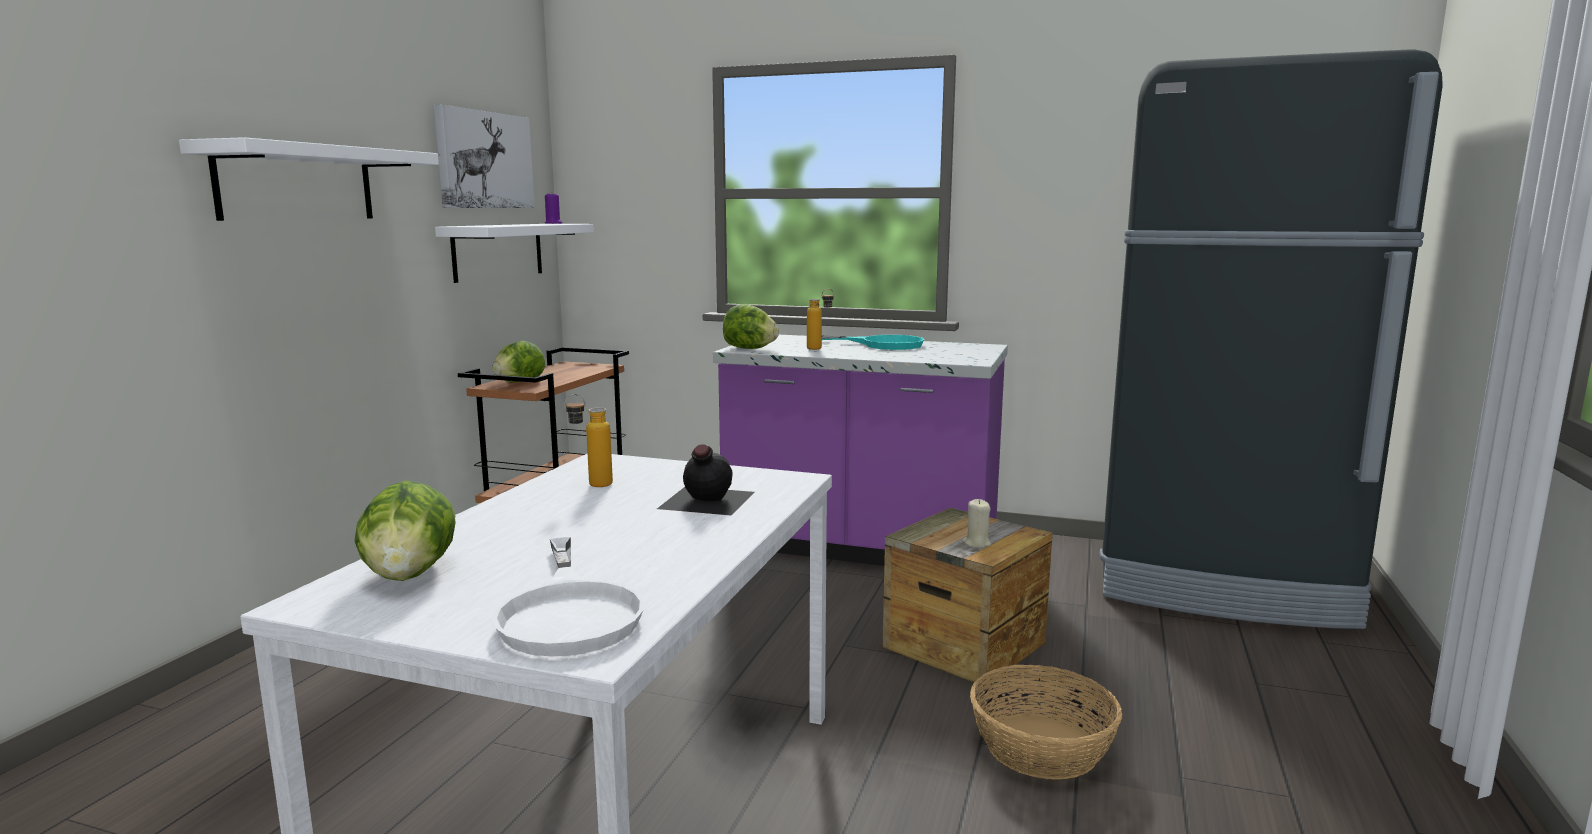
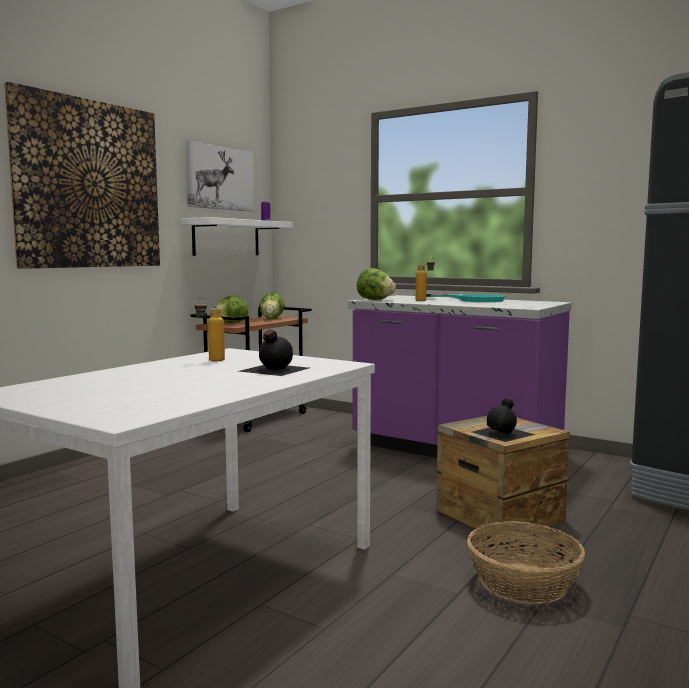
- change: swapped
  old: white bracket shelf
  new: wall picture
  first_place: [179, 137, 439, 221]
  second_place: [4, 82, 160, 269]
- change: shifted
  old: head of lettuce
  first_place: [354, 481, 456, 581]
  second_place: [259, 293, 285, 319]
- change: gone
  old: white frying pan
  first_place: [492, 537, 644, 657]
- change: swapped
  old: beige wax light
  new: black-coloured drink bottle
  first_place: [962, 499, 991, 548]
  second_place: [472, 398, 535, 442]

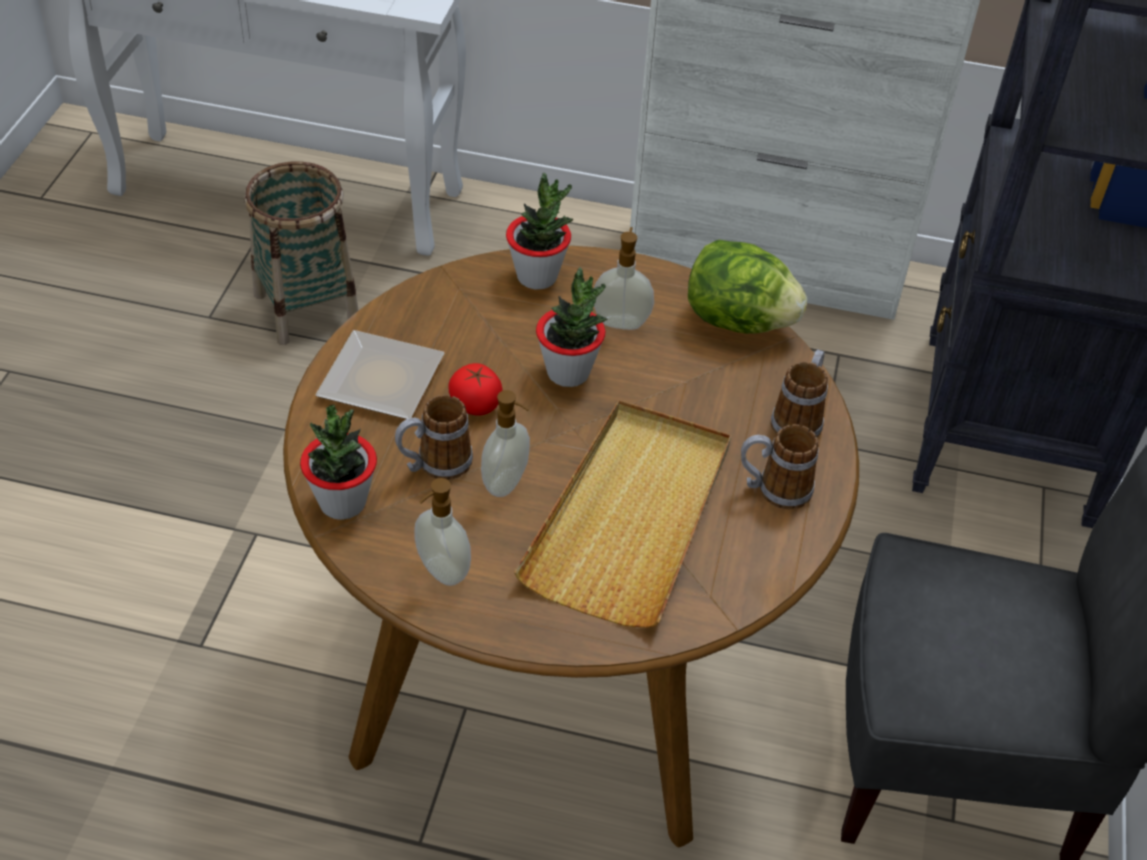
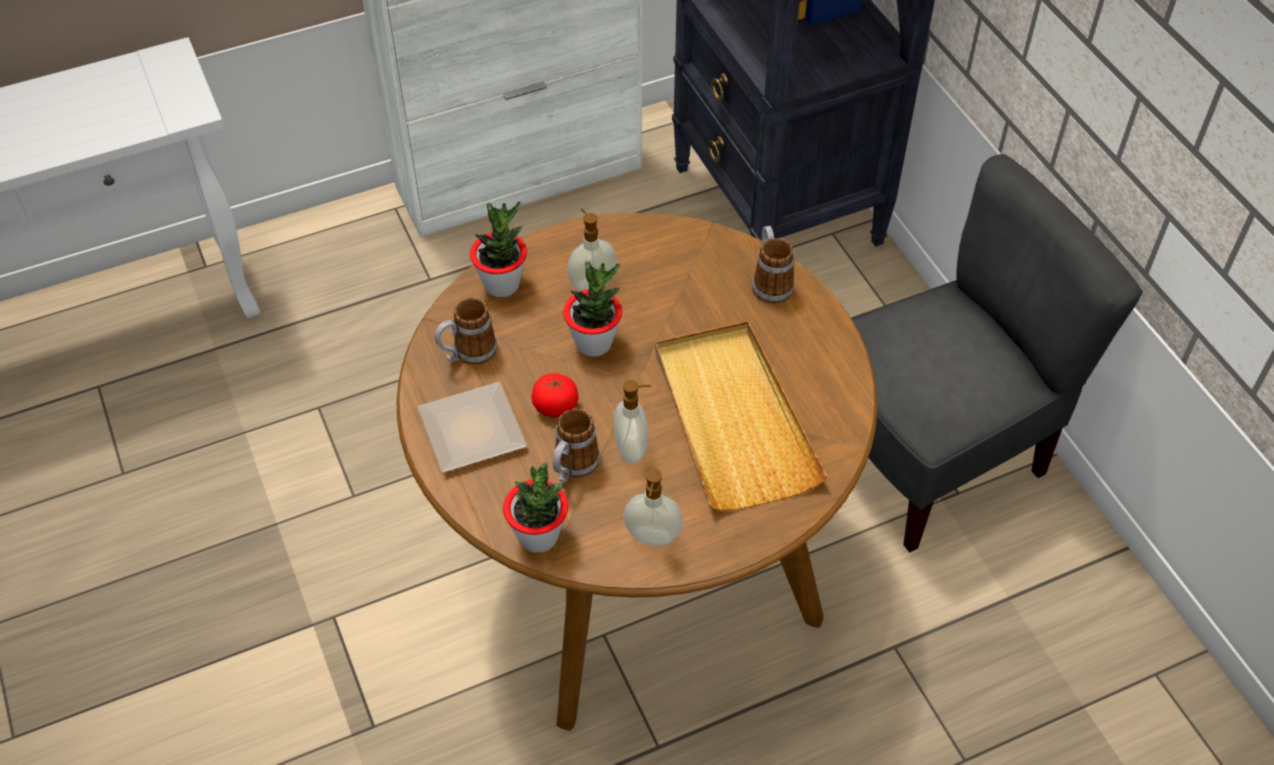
- change: gone
  old: basket
  first_place: [245, 161, 359, 345]
- change: gone
  old: head of lettuce
  first_place: [688, 240, 807, 334]
- change: shifted
  old: tea mug
  first_place: [741, 424, 819, 509]
  second_place: [435, 298, 497, 365]

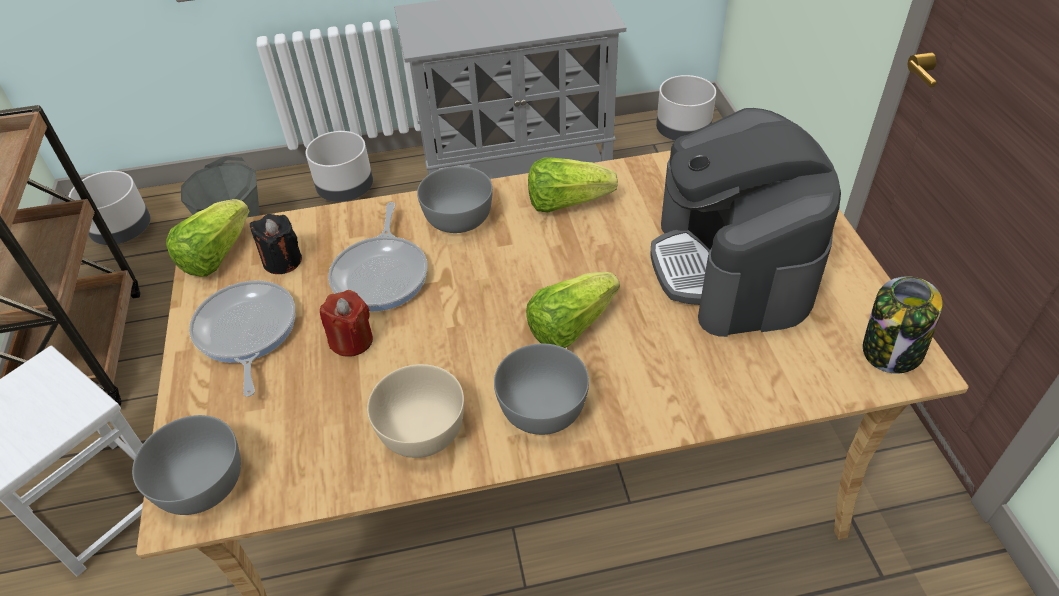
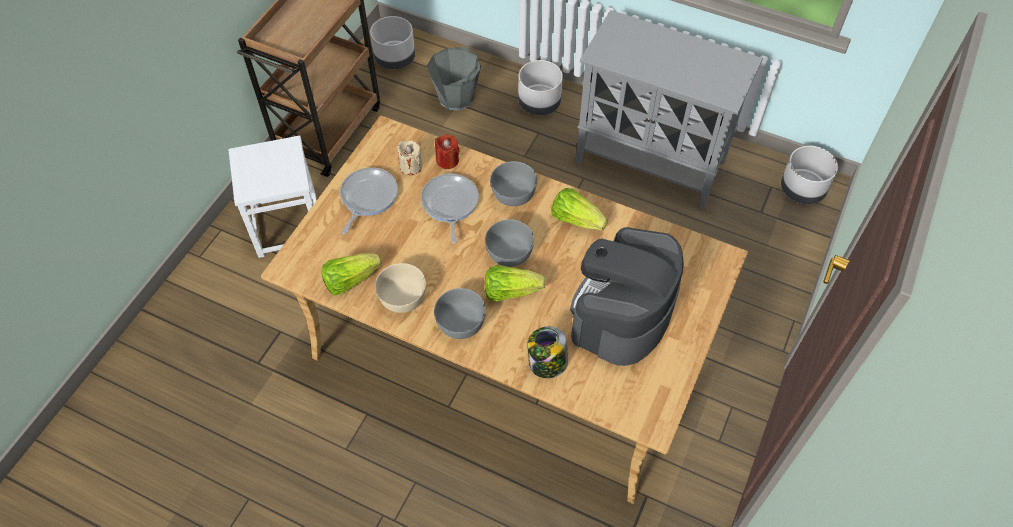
- change: shifted
  old: grey serving bowl
  first_place: [132, 415, 241, 515]
  second_place: [485, 219, 534, 267]
- change: shifted
  old: head of lettuce
  first_place: [166, 199, 249, 277]
  second_place: [322, 253, 382, 296]
- change: repainted
  old: black-coloured wax light
  new: beige wax light
  first_place: [250, 214, 302, 274]
  second_place: [397, 140, 422, 175]
- change: shifted
  old: reddish wax light
  first_place: [320, 290, 373, 357]
  second_place: [435, 134, 460, 169]
- change: rotated
  old: frying pan
  first_place: [328, 202, 428, 312]
  second_place: [421, 174, 479, 243]
  degrees: 135
- change: shifted
  old: preserve jar
  first_place: [863, 276, 943, 374]
  second_place: [527, 327, 568, 378]

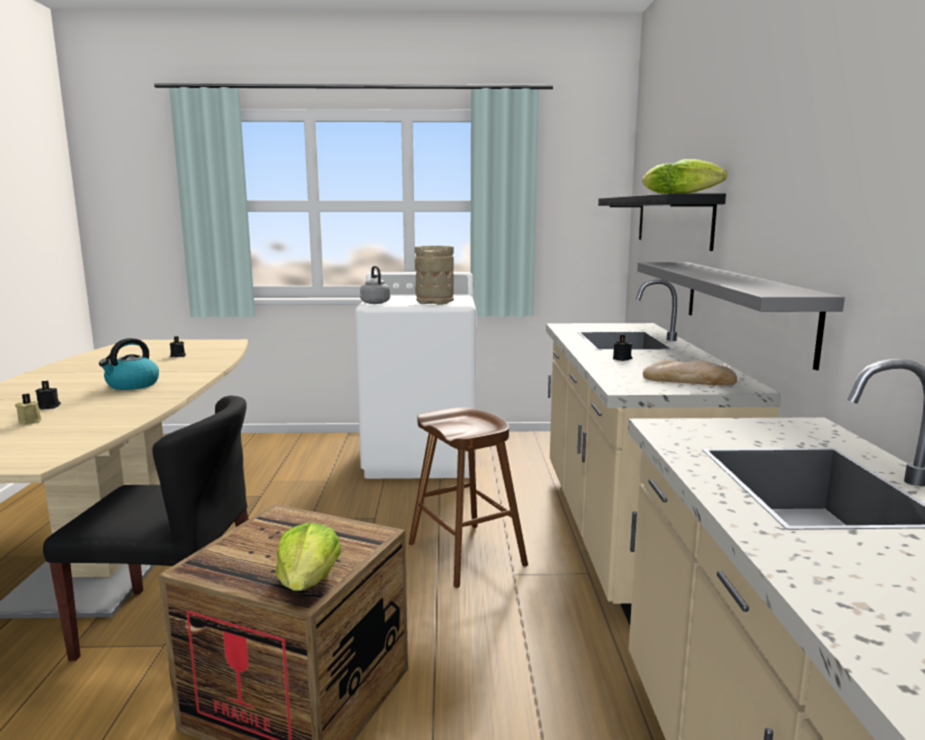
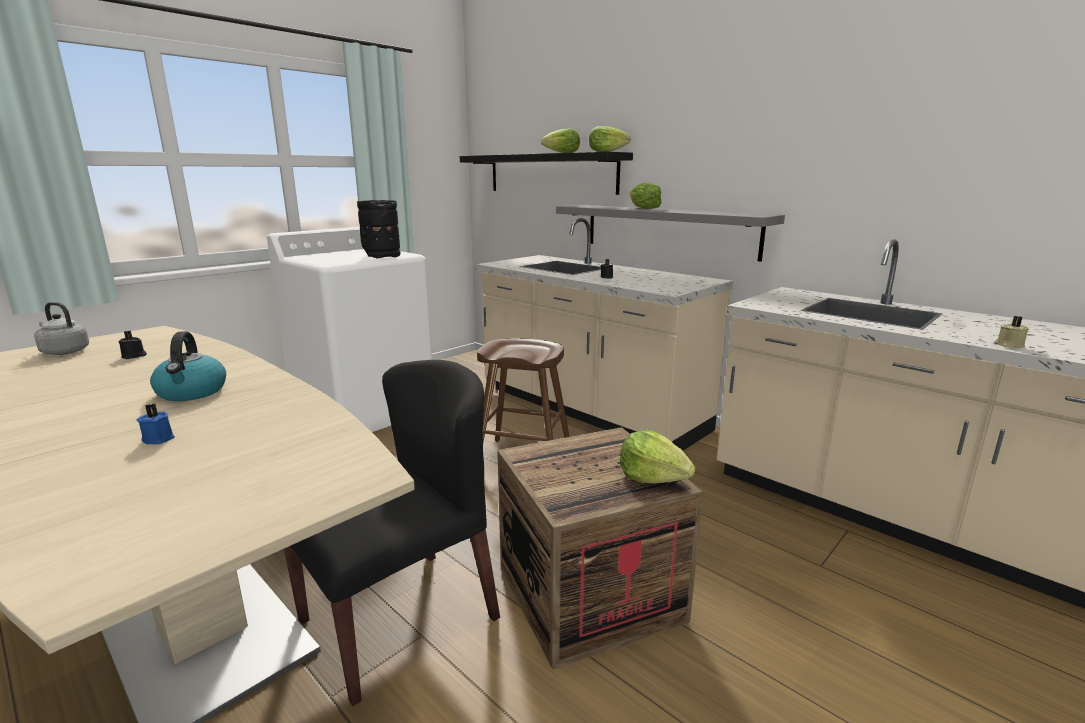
- change: shifted
  old: beige wax light
  first_place: [15, 393, 41, 425]
  second_place: [994, 316, 1029, 348]
- change: repainted
  old: black-coloured wax light
  new: blue-coloured wax light
  first_place: [35, 380, 61, 409]
  second_place: [137, 403, 175, 444]
- change: shifted
  old: grey water kettle
  first_place: [360, 266, 390, 304]
  second_place: [34, 302, 89, 355]
- change: repainted
  old: beige flower vase
  new: black-coloured flower vase
  first_place: [415, 246, 454, 305]
  second_place: [357, 200, 401, 258]
- change: gone
  old: baked bread
  first_place: [643, 360, 737, 385]
- change: new
  new: head of lettuce
  second_place: [630, 183, 662, 209]

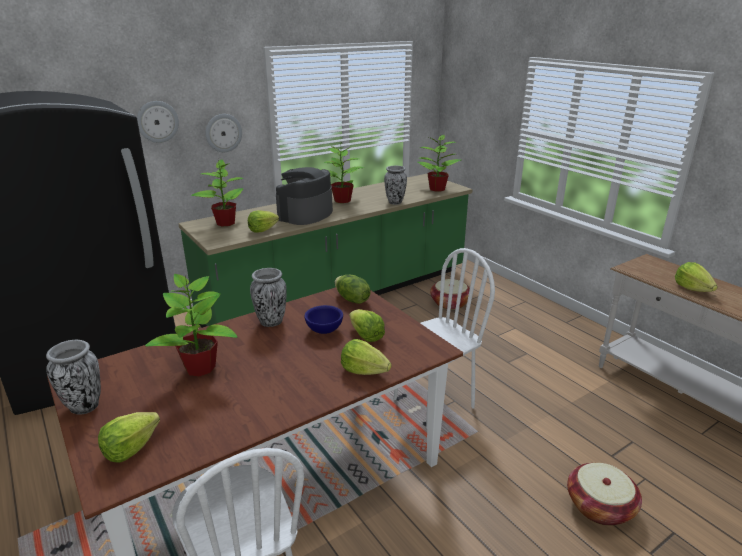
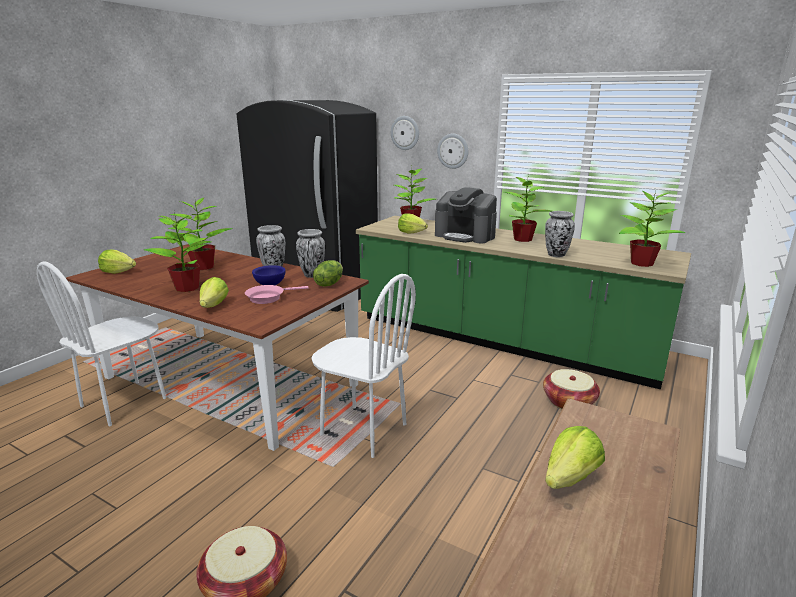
- change: shifted
  old: flower vase
  first_place: [46, 340, 101, 415]
  second_place: [296, 229, 325, 278]
- change: rotated
  old: coffee brewer
  first_place: [276, 167, 333, 225]
  second_place: [435, 187, 497, 243]
  degrees: -150
- change: swapped
  old: head of lettuce
  new: pinkish frying pan
  first_place: [350, 309, 385, 342]
  second_place: [245, 285, 309, 304]
- change: new
  new: houseplant
  second_place: [144, 211, 211, 292]

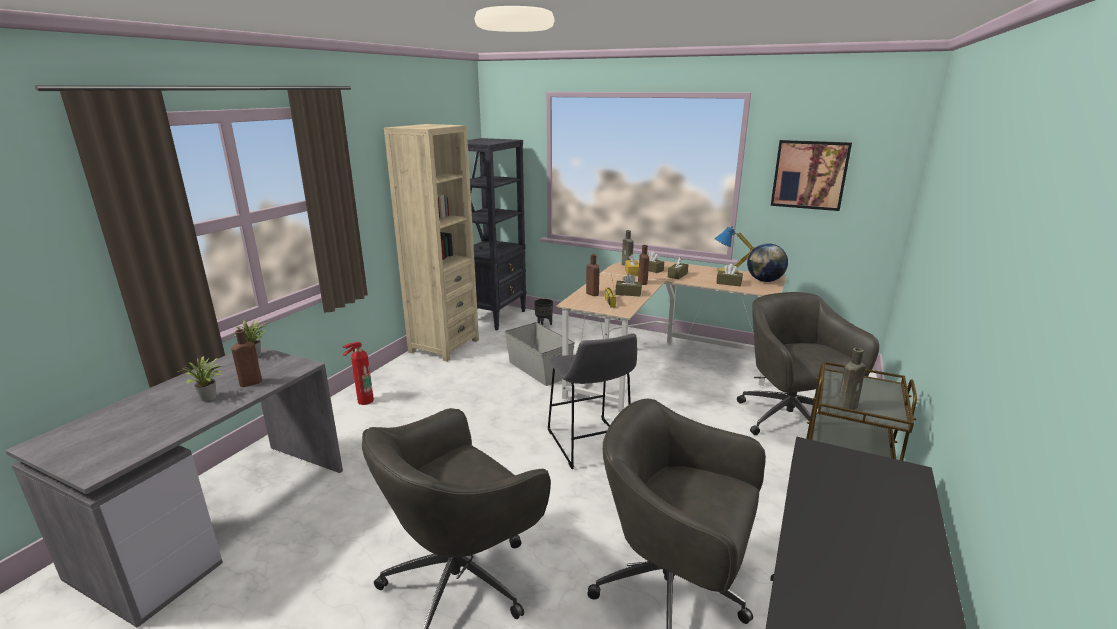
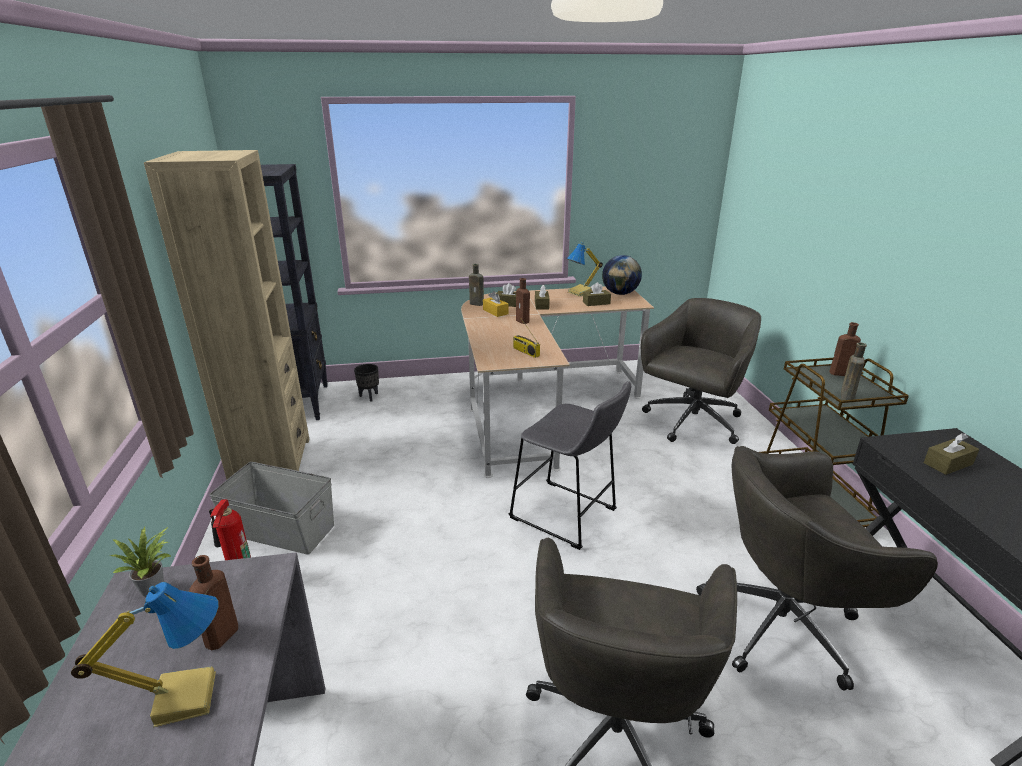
- change: swapped
  old: houseplant
  new: tabletop lamp
  first_place: [178, 355, 223, 401]
  second_place: [71, 582, 218, 728]
- change: shifted
  old: grey storage container
  first_place: [505, 322, 575, 386]
  second_place: [209, 462, 334, 555]
- change: shifted
  old: brownish drink bottle
  first_place: [586, 254, 600, 296]
  second_place: [829, 322, 861, 376]
- change: shifted
  old: brownish box of tissues
  first_place: [615, 274, 642, 296]
  second_place: [923, 433, 979, 475]
- change: rotated
  old: grey office chair
  first_place: [737, 292, 879, 435]
  second_place: [641, 298, 761, 444]
  degrees: 90
- change: gone
  old: wall picture
  first_place: [771, 140, 852, 211]

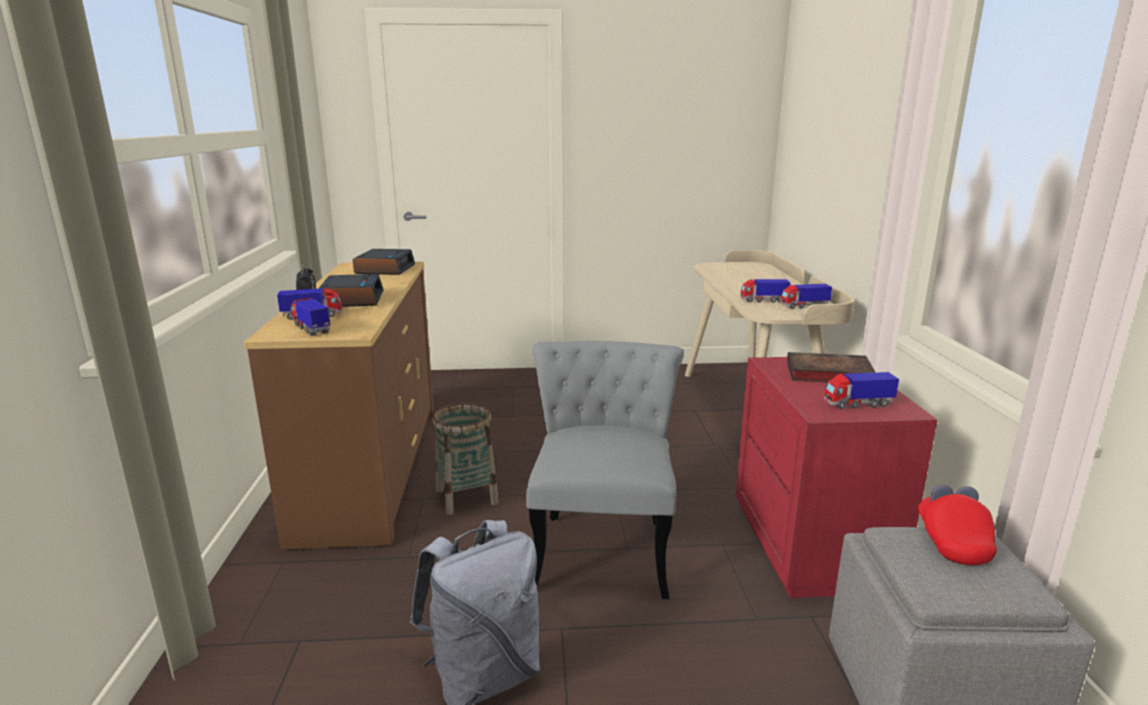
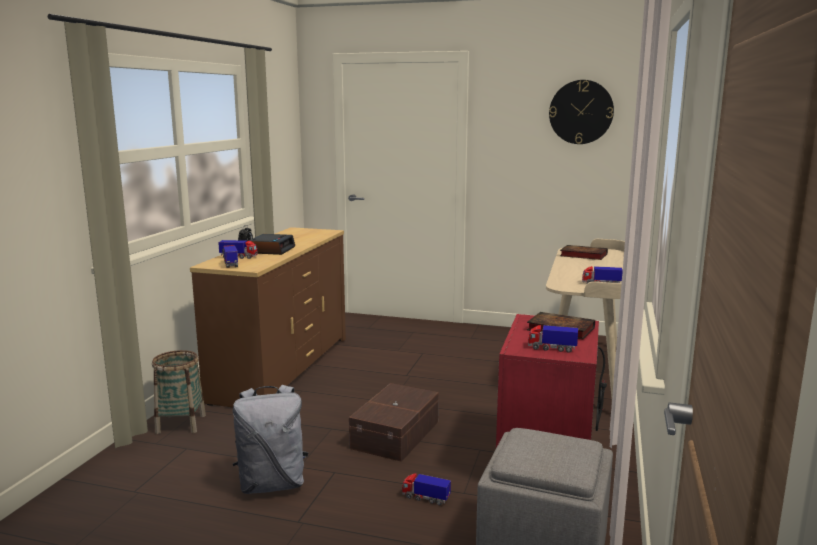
- change: gone
  old: table clock
  first_place: [353, 249, 415, 275]
- change: shifted
  old: basket
  first_place: [432, 403, 498, 515]
  second_place: [152, 350, 206, 434]
- change: swapped
  old: grey plain chair
  new: brownish storage container
  first_place: [526, 341, 684, 599]
  second_place: [349, 383, 439, 462]
- change: shifted
  old: model truck
  first_place: [740, 279, 790, 302]
  second_place: [402, 473, 451, 505]
- change: gone
  old: reddish baseball cap
  first_place: [918, 485, 997, 565]
- change: new
  new: clock on the wall
  second_place: [549, 80, 614, 144]
- change: new
  new: volume
  second_place: [560, 245, 608, 260]

